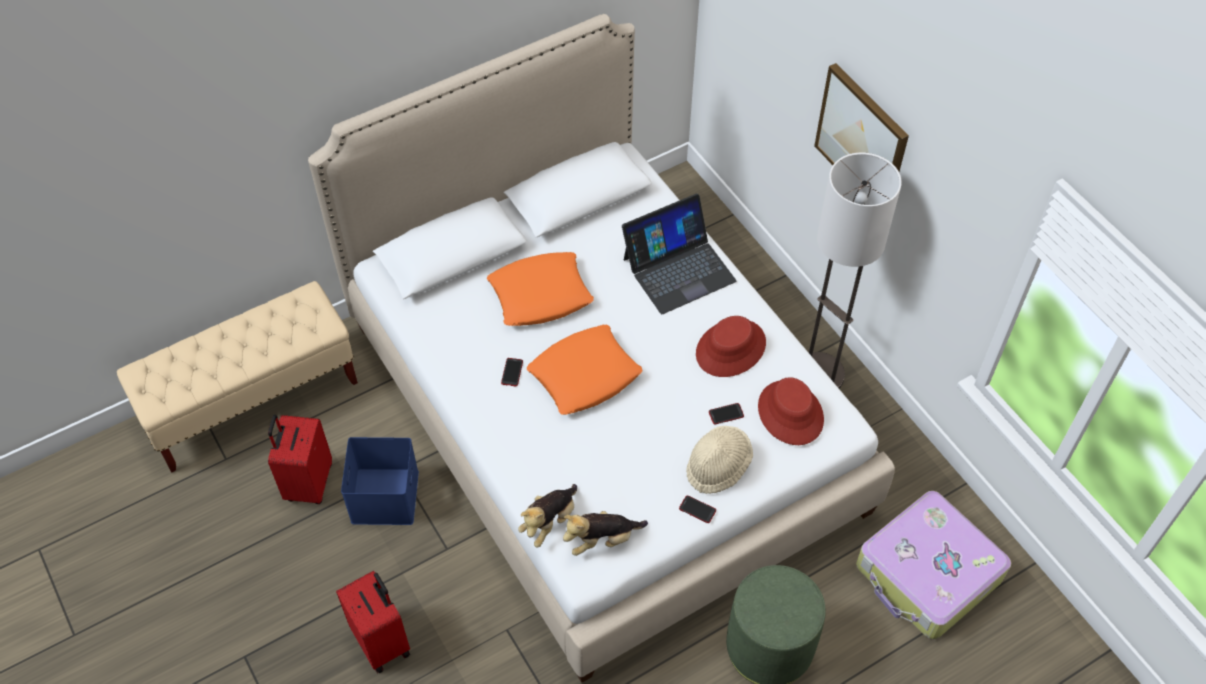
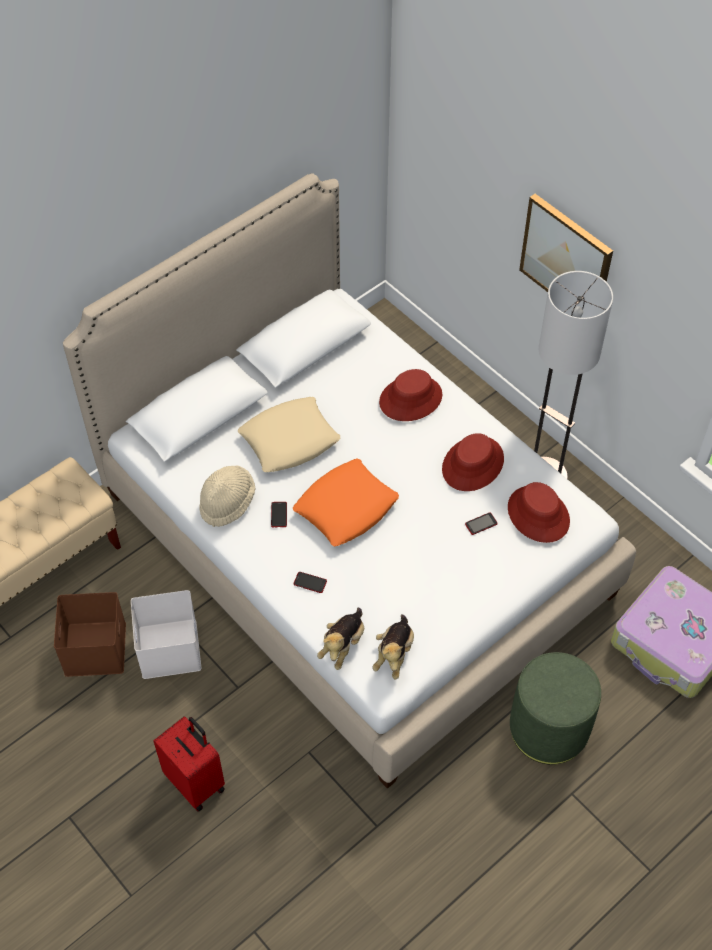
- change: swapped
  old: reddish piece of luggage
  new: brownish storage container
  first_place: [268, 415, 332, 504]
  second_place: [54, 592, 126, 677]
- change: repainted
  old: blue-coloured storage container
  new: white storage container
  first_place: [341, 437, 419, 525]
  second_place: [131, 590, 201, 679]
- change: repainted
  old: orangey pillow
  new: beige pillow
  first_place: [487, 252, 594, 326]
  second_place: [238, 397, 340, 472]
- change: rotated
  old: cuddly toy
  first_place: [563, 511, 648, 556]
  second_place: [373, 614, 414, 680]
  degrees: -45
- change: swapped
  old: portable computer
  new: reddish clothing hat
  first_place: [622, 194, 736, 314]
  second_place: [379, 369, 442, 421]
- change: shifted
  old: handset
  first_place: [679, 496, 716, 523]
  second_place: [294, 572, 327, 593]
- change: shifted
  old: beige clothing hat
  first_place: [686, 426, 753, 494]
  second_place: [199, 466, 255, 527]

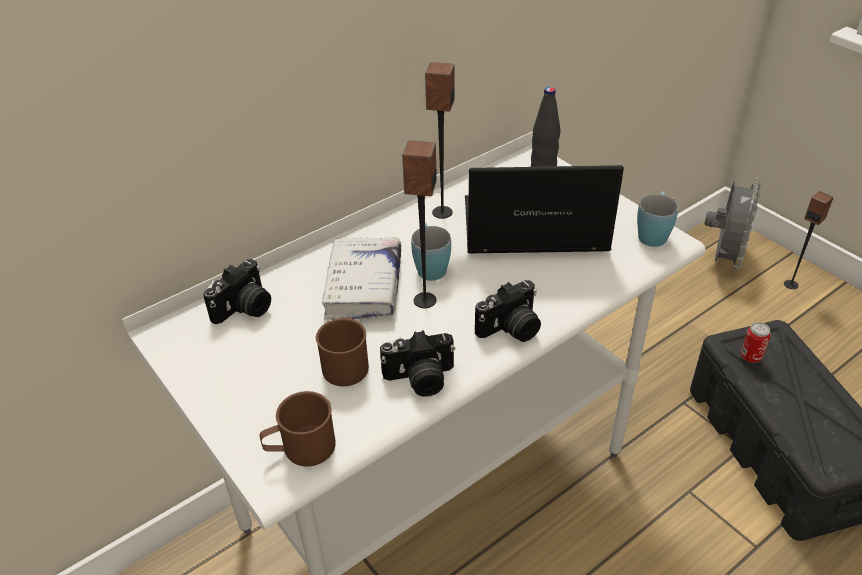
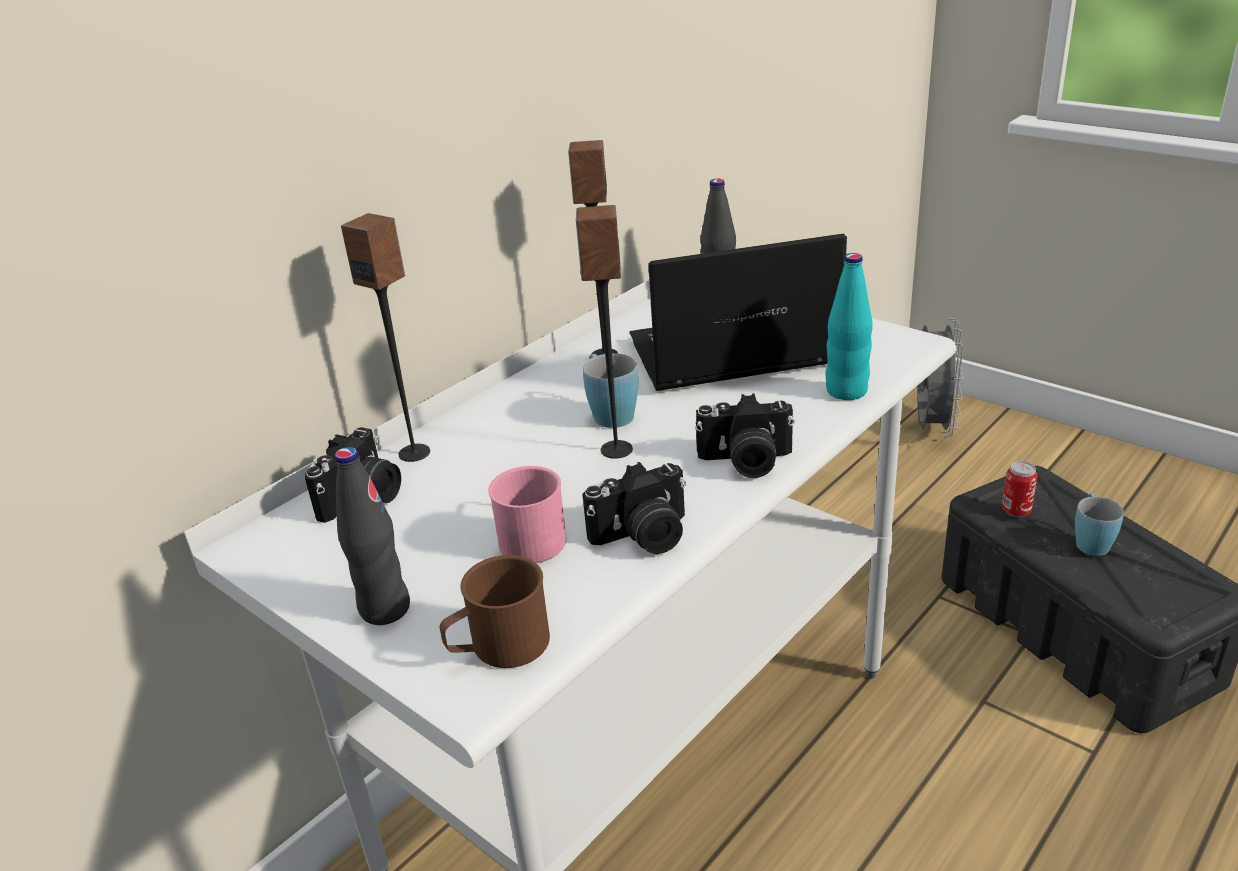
- change: repainted
  old: brownish tea mug
  new: pinkish tea mug
  first_place: [316, 317, 369, 386]
  second_place: [488, 466, 566, 563]
- change: gone
  old: white volume
  first_place: [322, 237, 401, 320]
- change: rotated
  old: photo camera
  first_place: [475, 280, 541, 342]
  second_place: [695, 394, 795, 478]
  degrees: 45
- change: shifted
  old: blue-coloured tea mug
  first_place: [637, 191, 679, 247]
  second_place: [1075, 493, 1124, 556]
- change: shifted
  old: speaker
  first_place: [784, 191, 834, 289]
  second_place: [341, 213, 430, 462]
- change: new
  new: black-coloured drink bottle
  second_place: [334, 447, 410, 625]
- change: new
  new: turquoise drink bottle
  second_place: [825, 253, 873, 400]

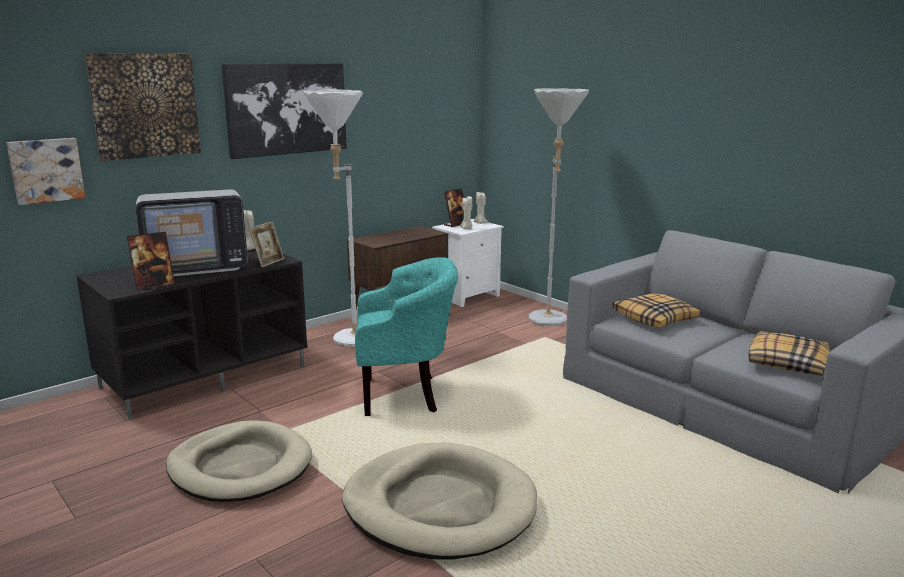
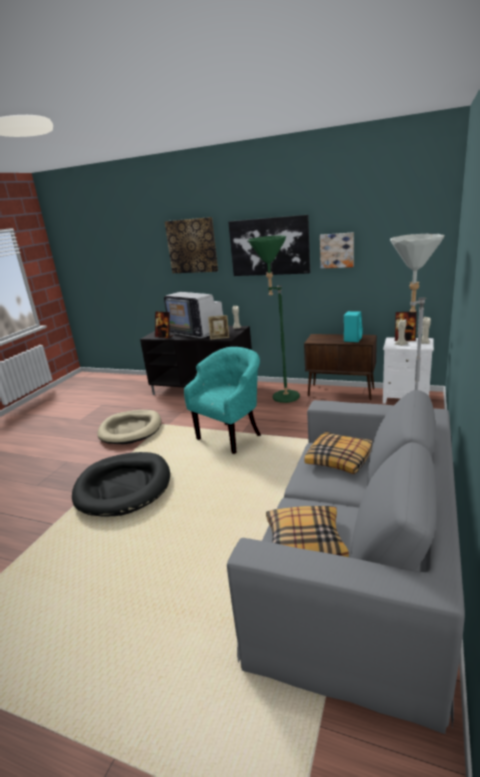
- change: shifted
  old: wall picture
  first_place: [7, 138, 85, 205]
  second_place: [320, 232, 354, 268]
- change: repainted
  old: white floor lamp
  new: green-coloured floor lamp
  first_place: [304, 90, 363, 347]
  second_place: [248, 235, 300, 403]
- change: repainted
  old: beige dog bed
  new: black-coloured dog bed
  first_place: [342, 443, 537, 559]
  second_place: [72, 452, 170, 517]
- change: rotated
  old: turquoise armchair
  first_place: [355, 257, 458, 416]
  second_place: [184, 347, 261, 454]
  degrees: -105
- change: new
  new: turquoise speaker
  second_place: [344, 311, 363, 342]

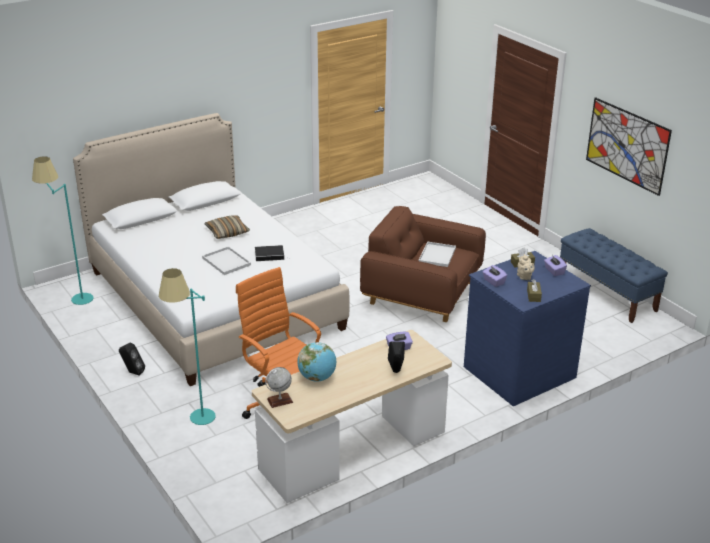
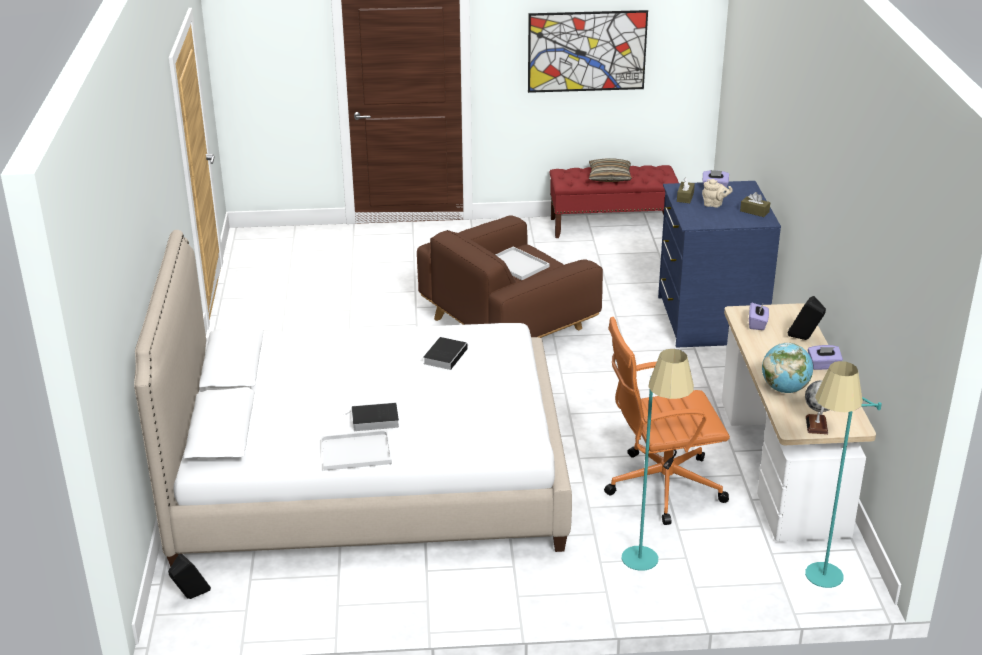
- change: shifted
  old: turquoise floor lamp
  first_place: [32, 156, 94, 305]
  second_place: [805, 361, 882, 588]
- change: shifted
  old: black-coloured speaker
  first_place: [119, 343, 145, 376]
  second_place: [168, 554, 211, 599]
- change: shifted
  old: white serving tray
  first_place: [202, 246, 251, 275]
  second_place: [321, 430, 392, 471]
- change: shifted
  old: pillow
  first_place: [204, 215, 250, 239]
  second_place: [589, 158, 632, 182]
- change: shifted
  old: purple box of tissues
  first_place: [483, 265, 507, 287]
  second_place: [808, 345, 843, 370]
- change: repainted
  old: blue-coloured long seat
  new: reddish long seat
  first_place: [560, 228, 668, 323]
  second_place: [549, 165, 679, 238]
- change: new
  new: volume
  second_place: [345, 402, 399, 431]

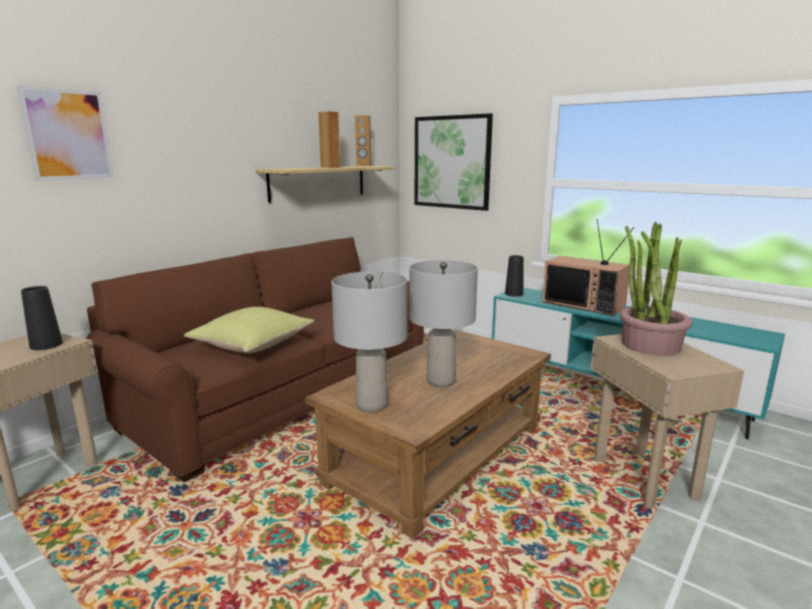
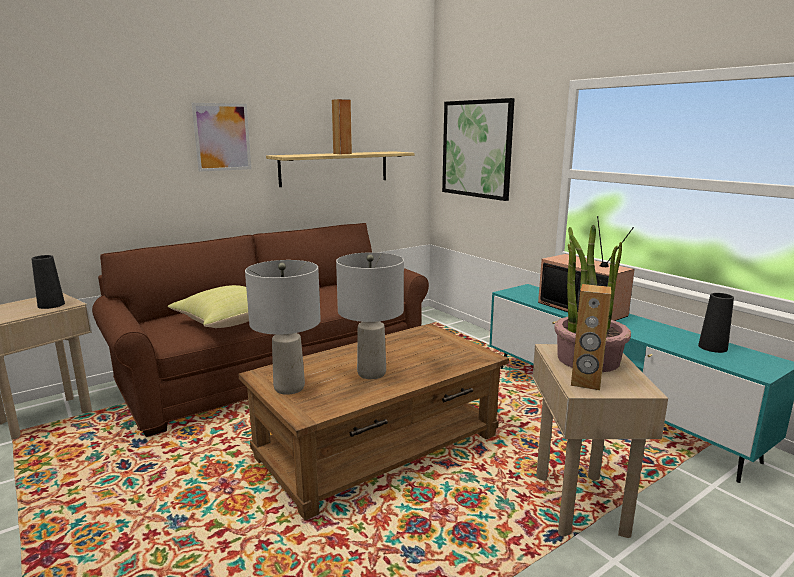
- change: shifted
  old: wall picture
  first_place: [17, 85, 114, 181]
  second_place: [192, 103, 251, 172]
- change: shifted
  old: brownish speaker
  first_place: [355, 115, 372, 166]
  second_place: [571, 284, 611, 390]
- change: shifted
  old: black-coloured flower vase
  first_place: [505, 255, 524, 297]
  second_place: [698, 293, 734, 353]

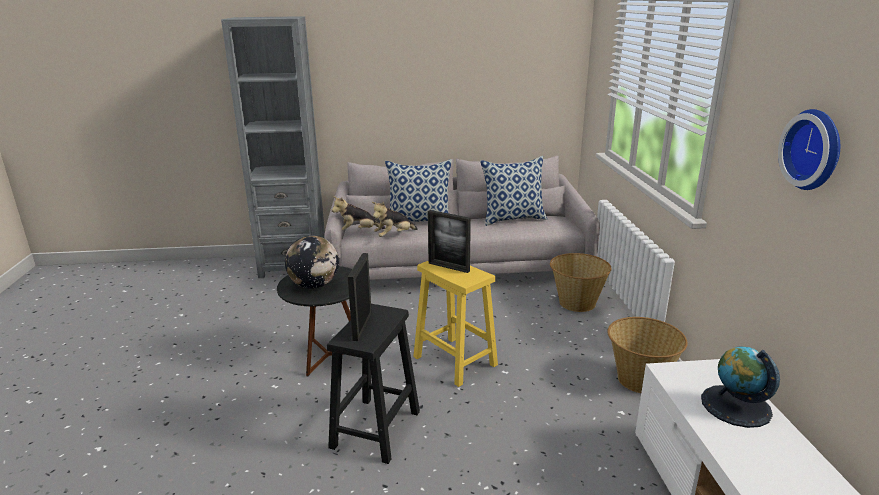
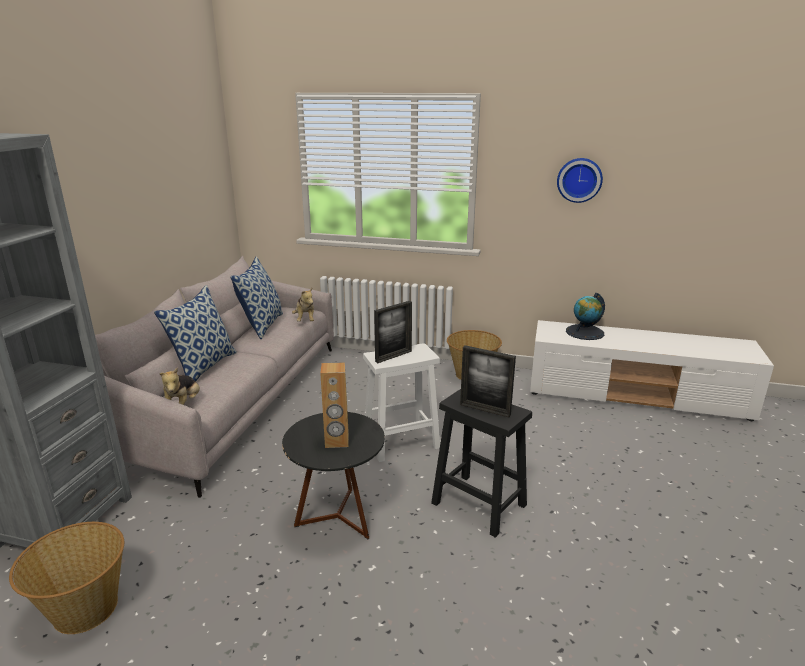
- change: swapped
  old: globe
  new: brownish speaker
  first_place: [285, 235, 339, 289]
  second_place: [320, 362, 349, 448]
- change: shifted
  old: cuddly toy
  first_place: [372, 202, 417, 237]
  second_place: [292, 288, 314, 322]
- change: repainted
  old: yellow-coloured sitting stool
  new: white sitting stool
  first_place: [413, 261, 498, 387]
  second_place: [363, 343, 440, 462]
- change: shifted
  old: basket
  first_place: [550, 253, 612, 312]
  second_place: [9, 522, 124, 634]

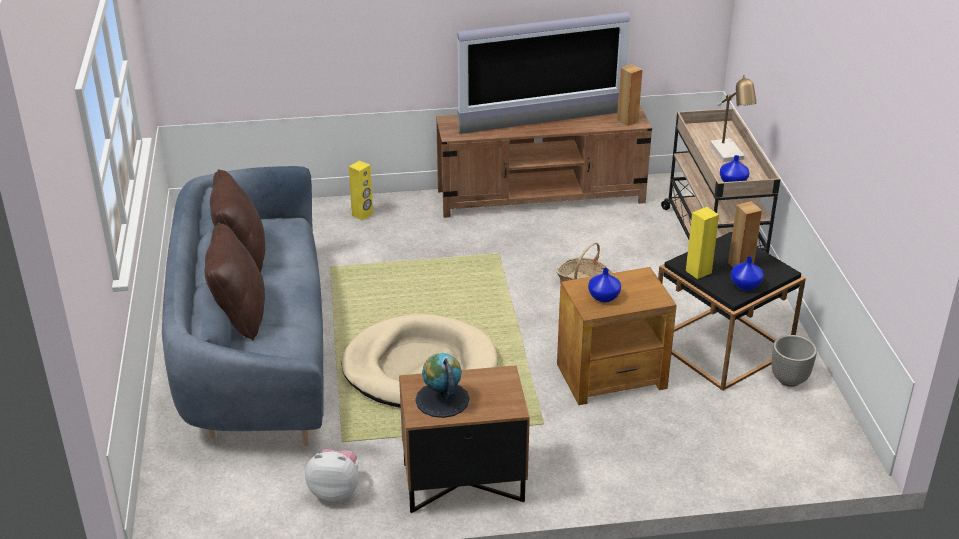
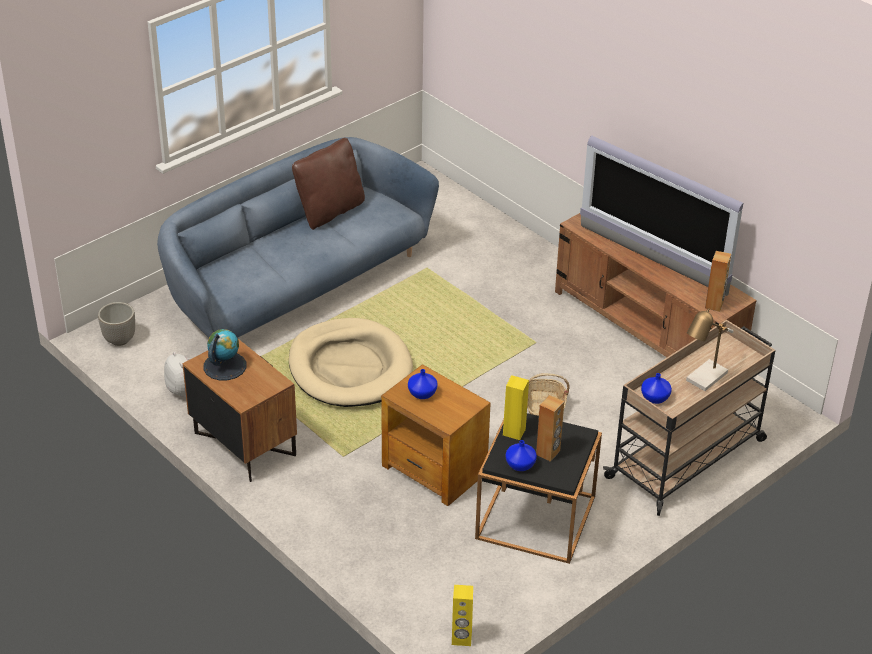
- change: gone
  old: brownish pillow
  first_place: [204, 223, 265, 340]
- change: shifted
  old: yellow-coloured speaker
  first_place: [349, 161, 373, 221]
  second_place: [452, 585, 473, 646]
- change: shifted
  old: planter
  first_place: [772, 335, 817, 387]
  second_place: [98, 302, 135, 346]

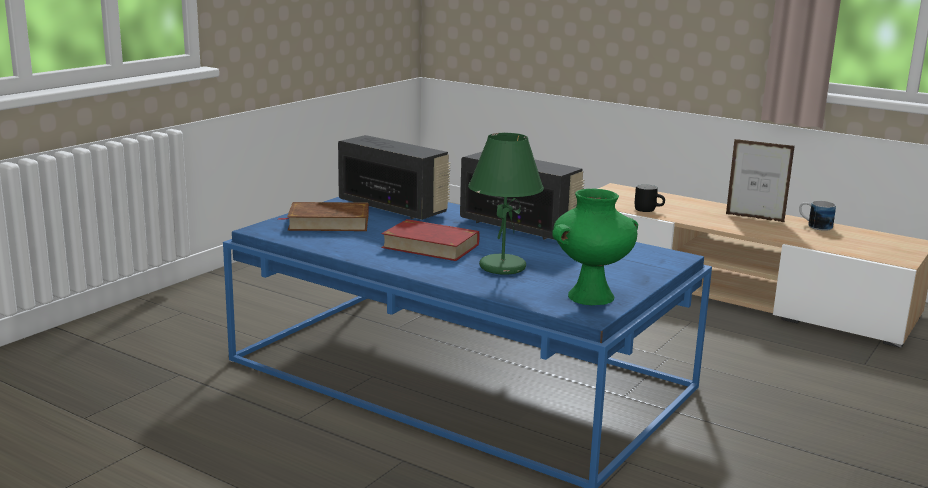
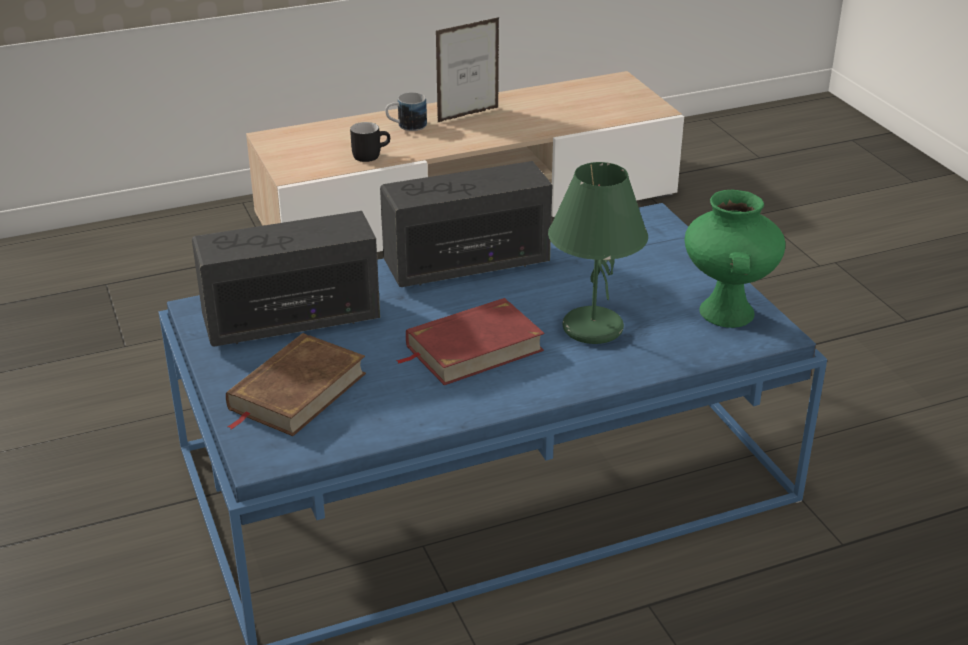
- change: shifted
  old: tea mug
  first_place: [799, 201, 836, 231]
  second_place: [385, 92, 427, 131]

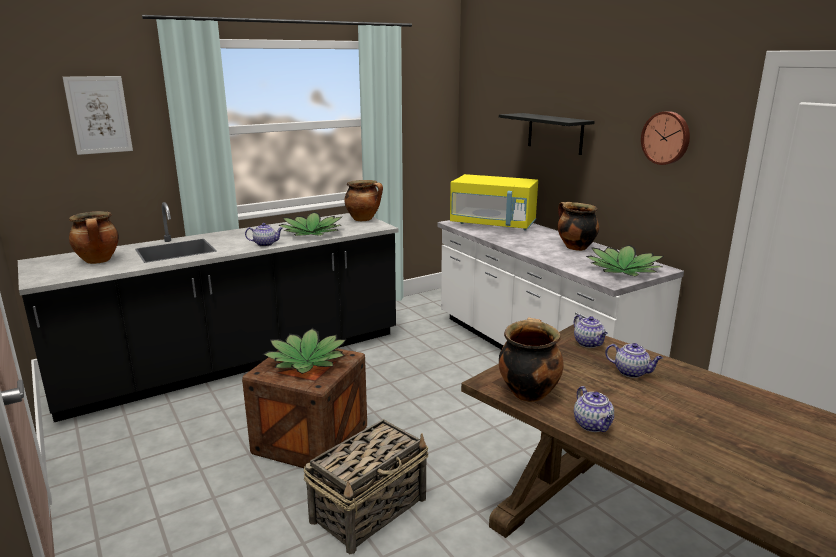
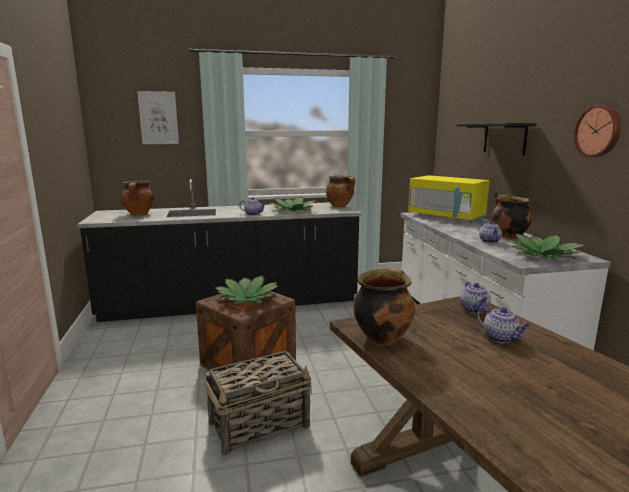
- change: shifted
  old: teapot
  first_place: [574, 386, 614, 432]
  second_place: [479, 221, 502, 243]

